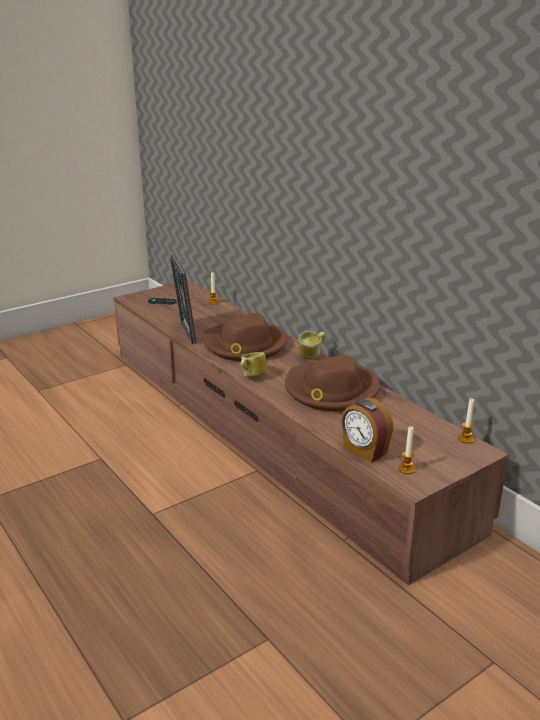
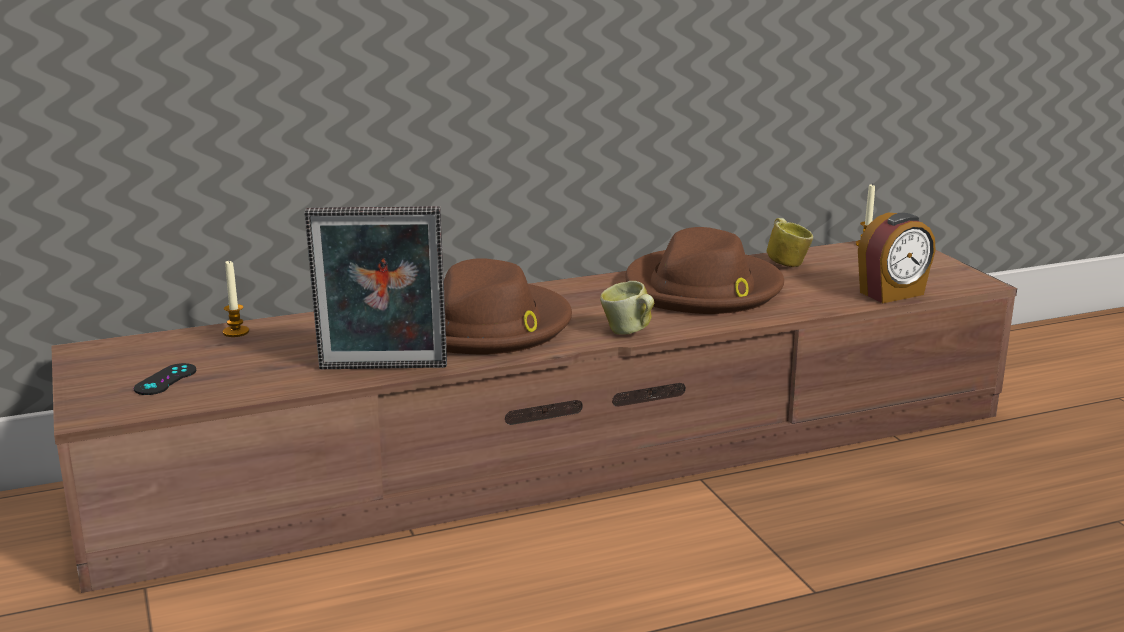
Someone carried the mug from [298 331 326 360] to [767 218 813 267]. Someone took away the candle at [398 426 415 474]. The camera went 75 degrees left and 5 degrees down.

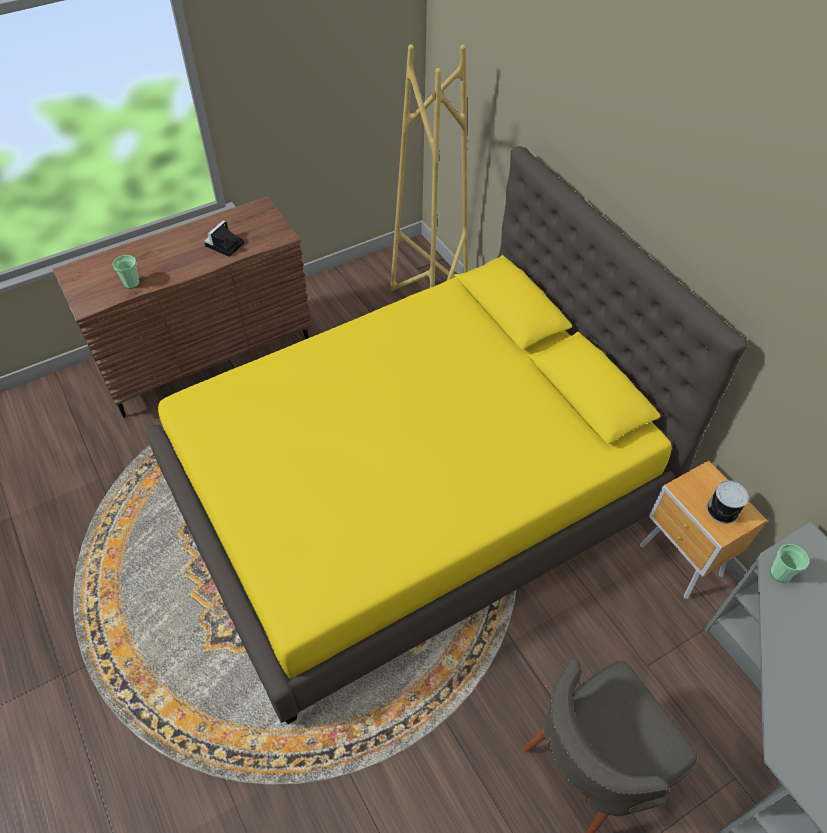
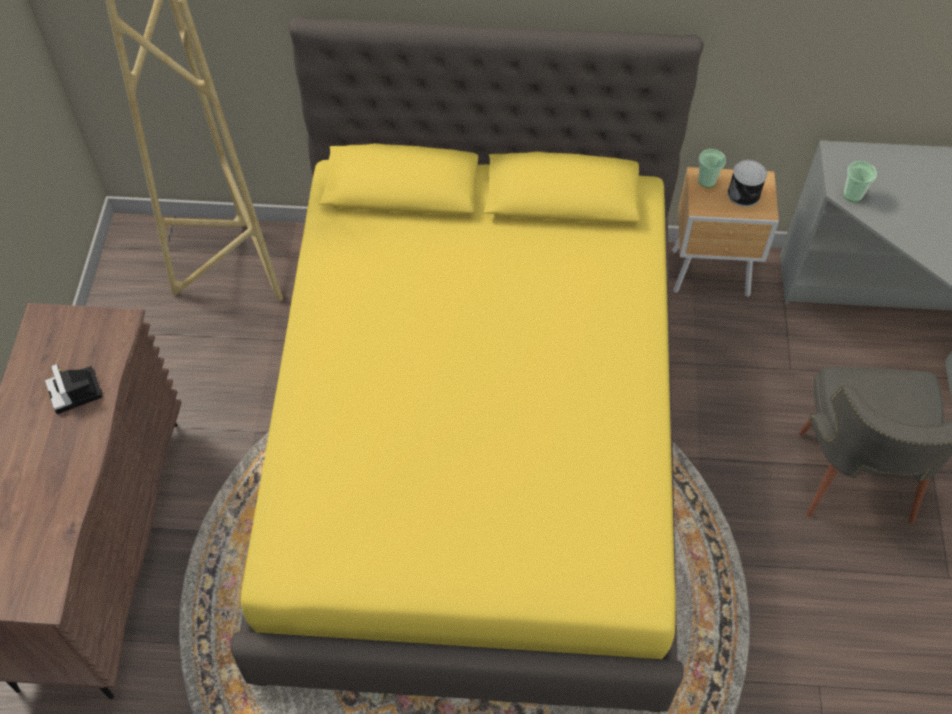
Someone carried the cup from [112 255 140 289] to [698 149 726 188]. The camera went 55 degrees left and 5 degrees up.

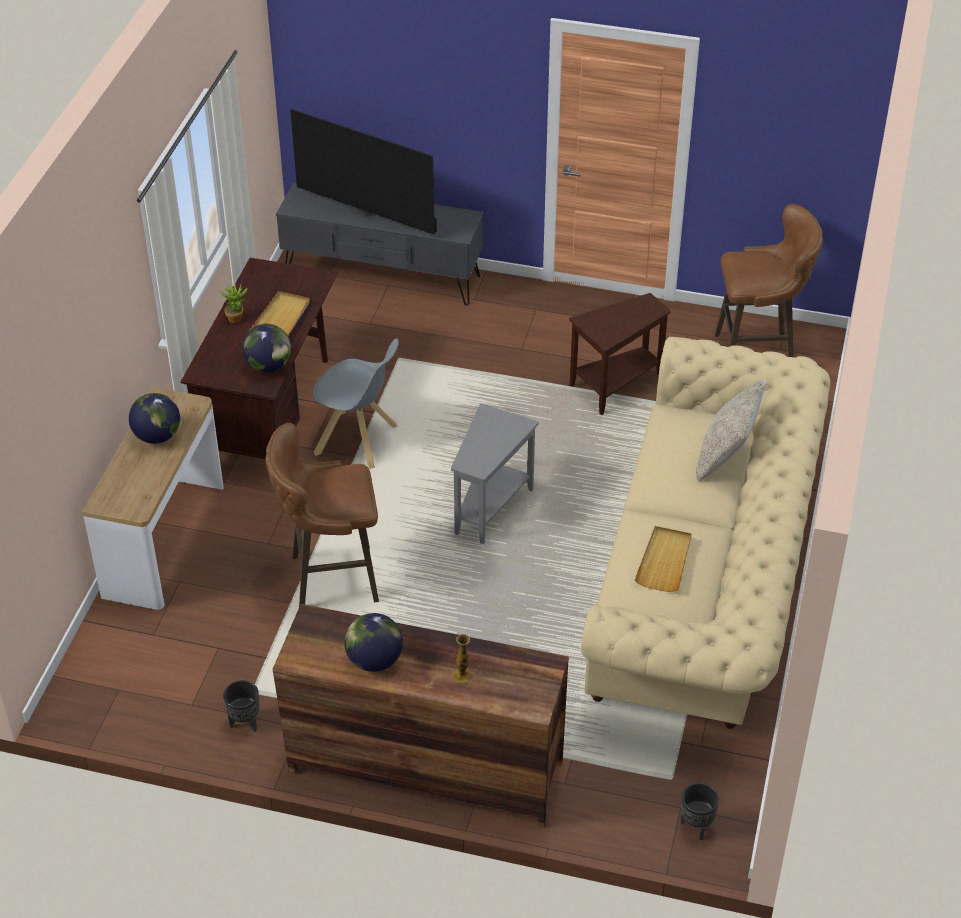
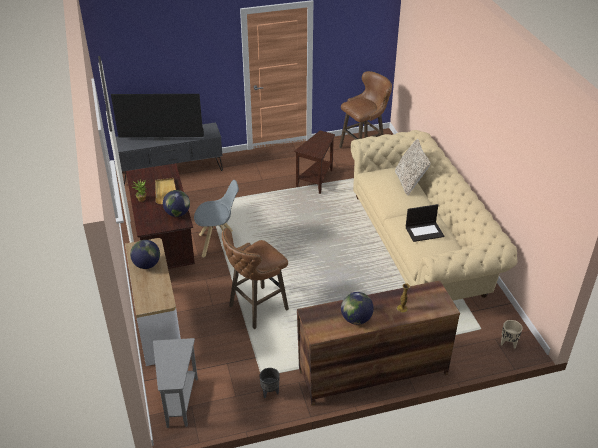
Someone carried the side table/grey from [451 403 539 544] to [153 338 198 428]. Someone swapped the tray/beige at [635 526 692 592] for the laptop at [406 204 444 242]. Someone repainted the planter/black at [681 783 719 840], which became the planter/beige at [501 320 523 349]. The camera went 30 degrees left and 5 degrees down.

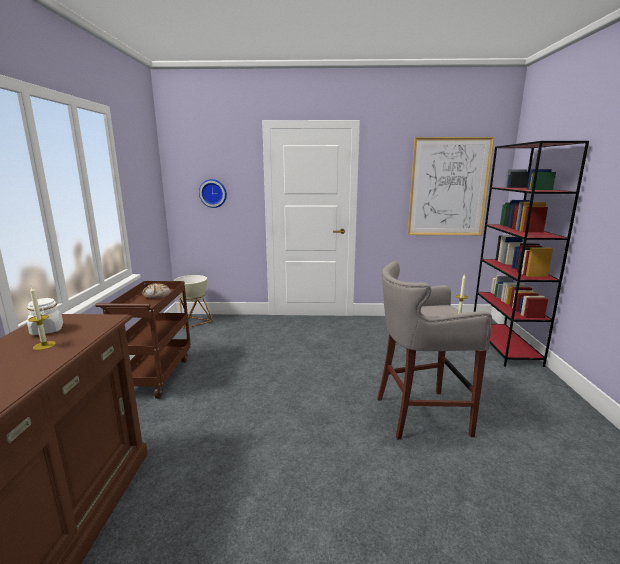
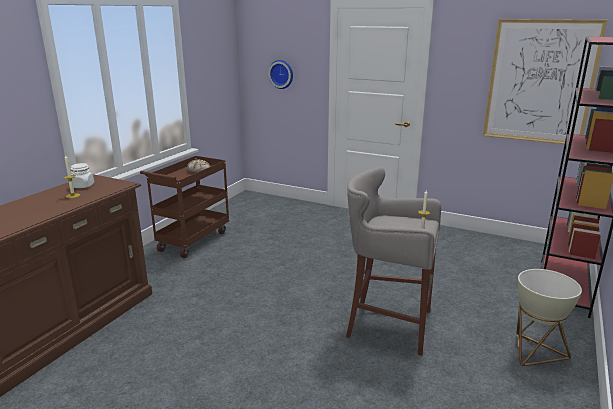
Someone carried the planter from [174 275 213 329] to [517 269 582 366]. The camera went 25 degrees right and 5 degrees up.

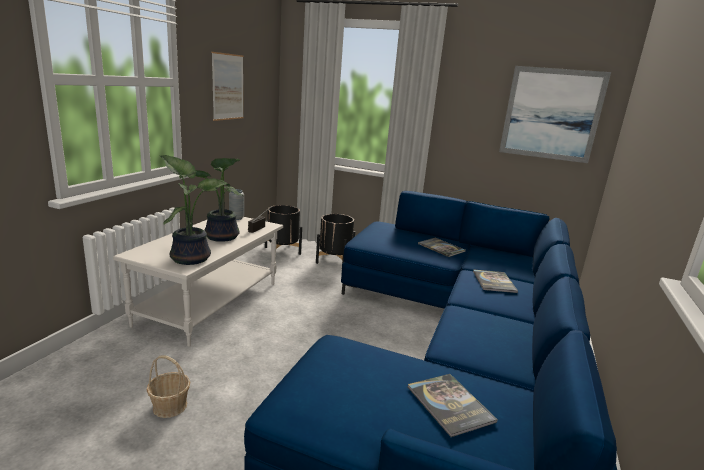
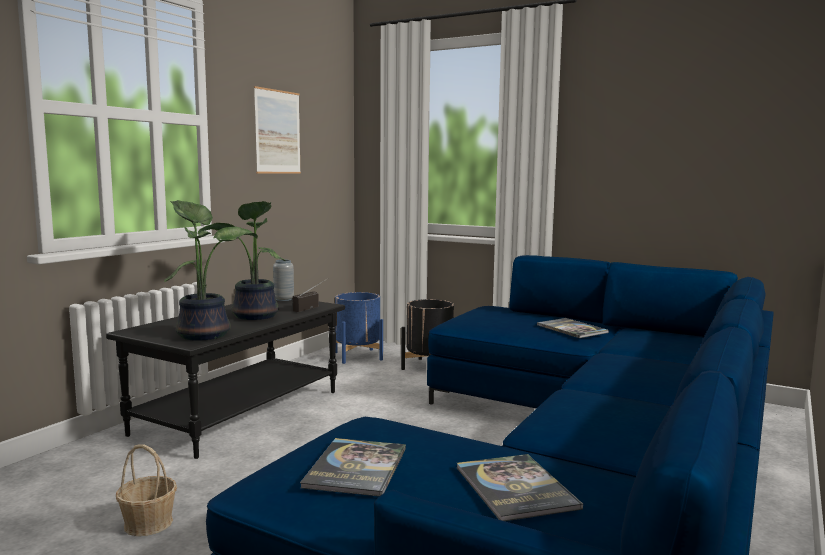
Someone repainted the coffee table/white at [113 217 283 347], which became the coffee table/black at [106 298 345 459]. Someone repainted the planter/black at [265 205 302 255], which became the planter/blue at [335 292 383 364]. Someone carried the book from [473 269 518 293] to [300 438 406 497]. Someone took away the picture at [499 66 611 163]. The camera went 10 degrees right and 10 degrees down.

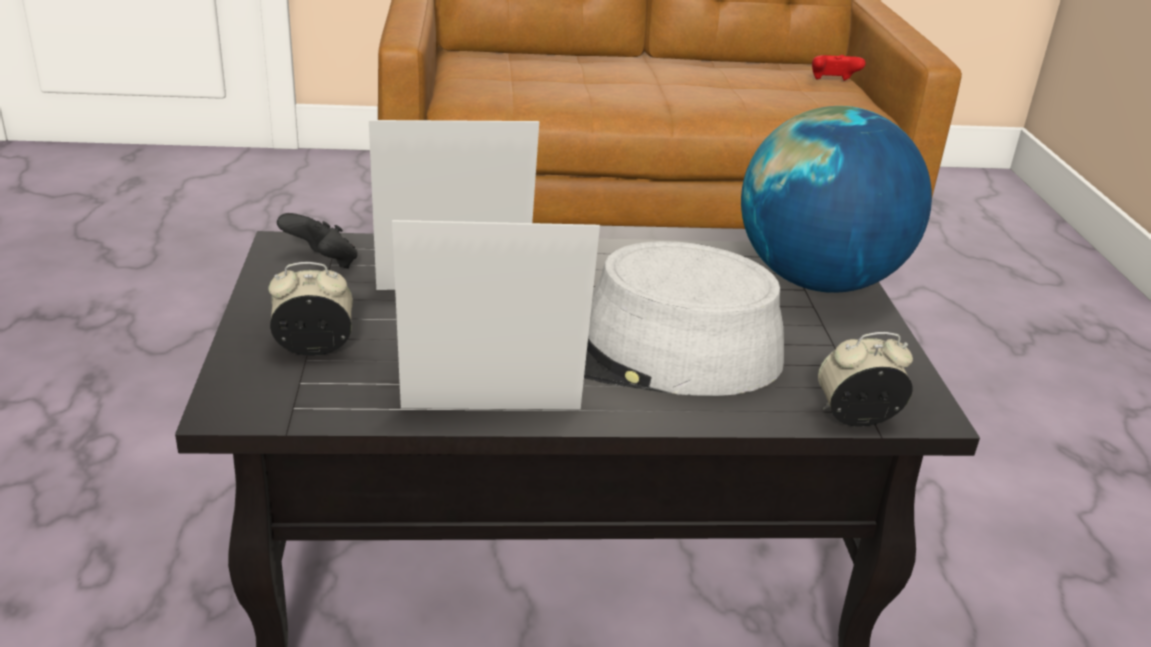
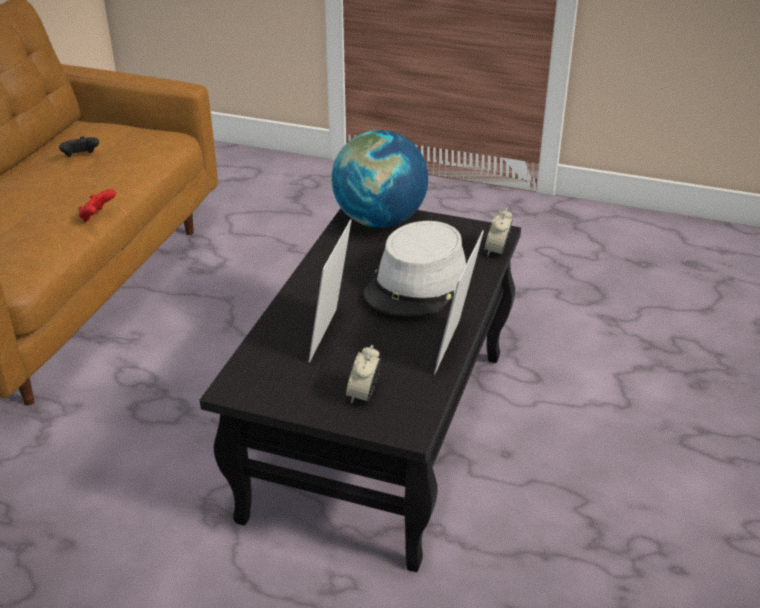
Someone carried the game controller/black from [277 213 357 269] to [59 137 99 157]. Someone carried the game controller/red from [812 55 866 81] to [78 189 116 222]. The camera went 65 degrees left and 5 degrees up.

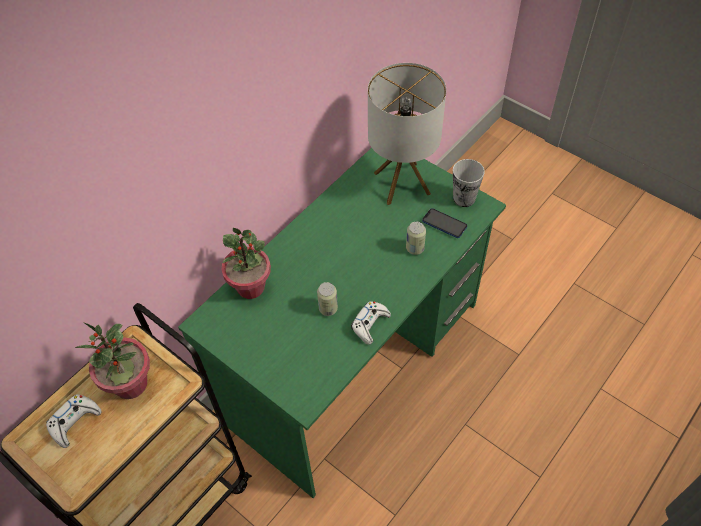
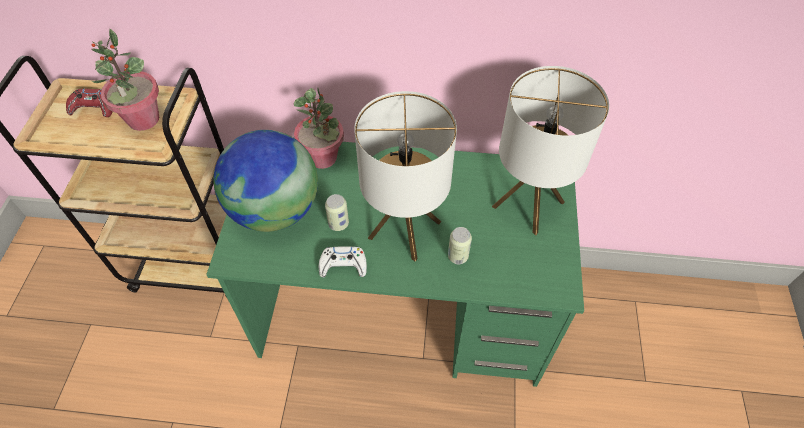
Someone repainted the game controller/white at [46 394 102 448], which became the game controller/red at [66 89 112 117]. Someone took away the phone at [422 208 467 238]. Someone took away the cup at [453 159 485 207]. Someone put down the globe at [213 130 318 232]. Someone put down the table lamp at [354 91 457 261]. The camera went 55 degrees right and 0 degrees up.

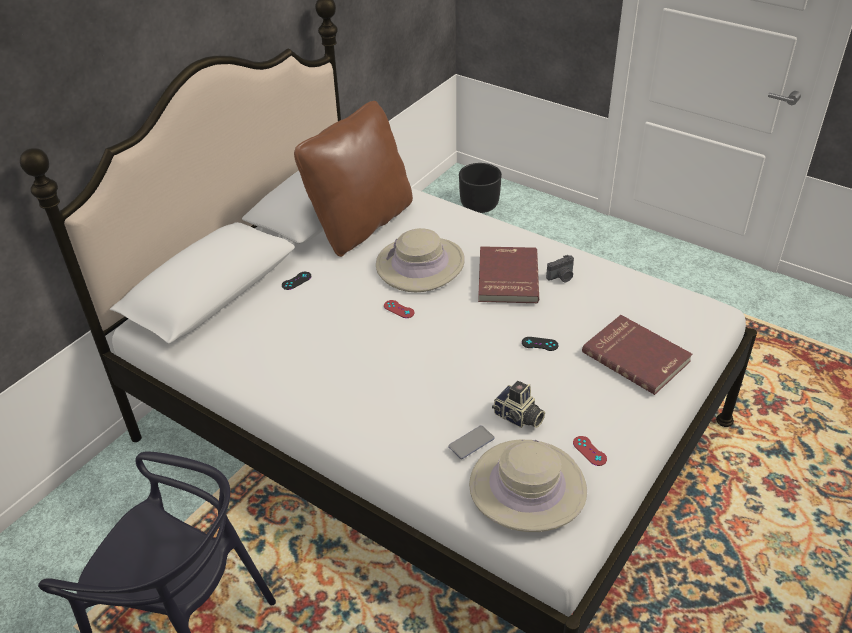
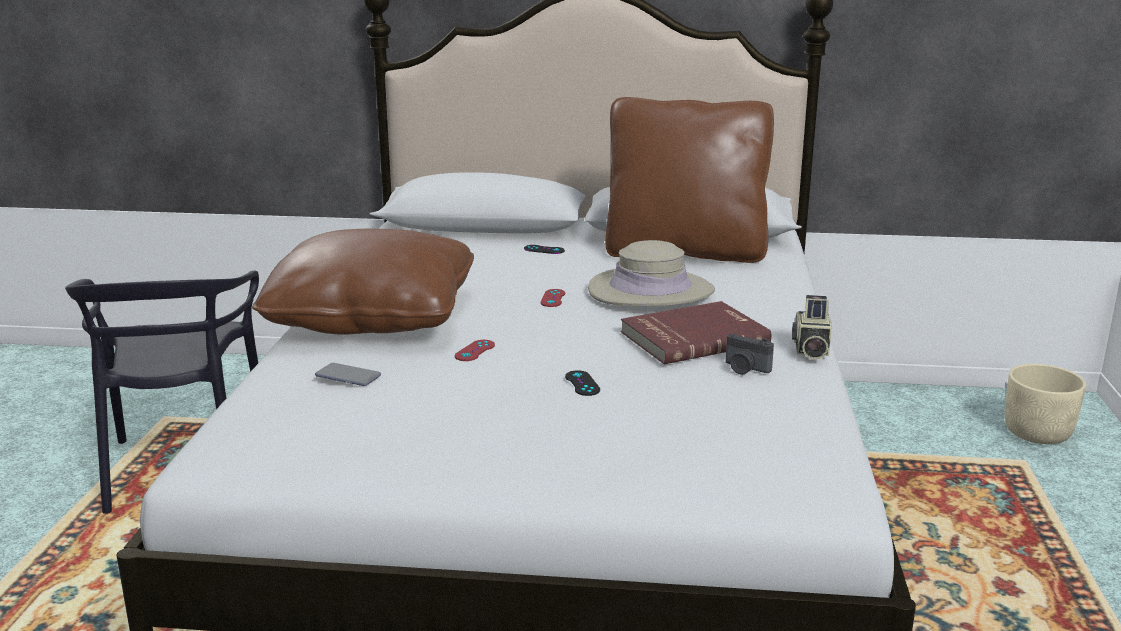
Someone repainted the planter/black at [459 163 502 213], which became the planter/beige at [1005 364 1086 444]. Someone took away the hat/beige at [469 439 587 532]. Someone carried the photo camera from [492 381 545 428] to [792 295 832 359]. Someone carried the game controller/red from [573 436 607 466] to [455 340 495 361]. Someone took away the book/red at [582 315 693 395]. Someone put down the pillow/brown at [252 229 474 335]. The camera went 60 degrees right and 20 degrees down.

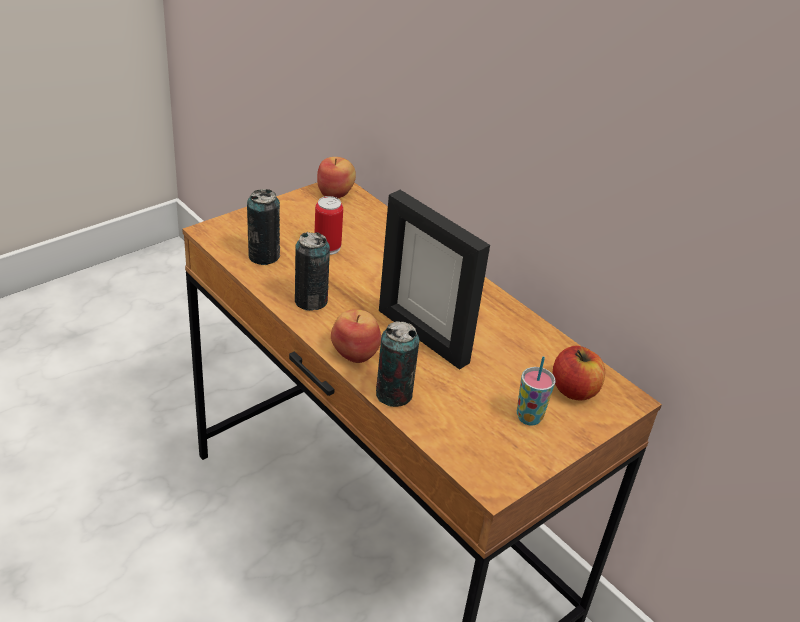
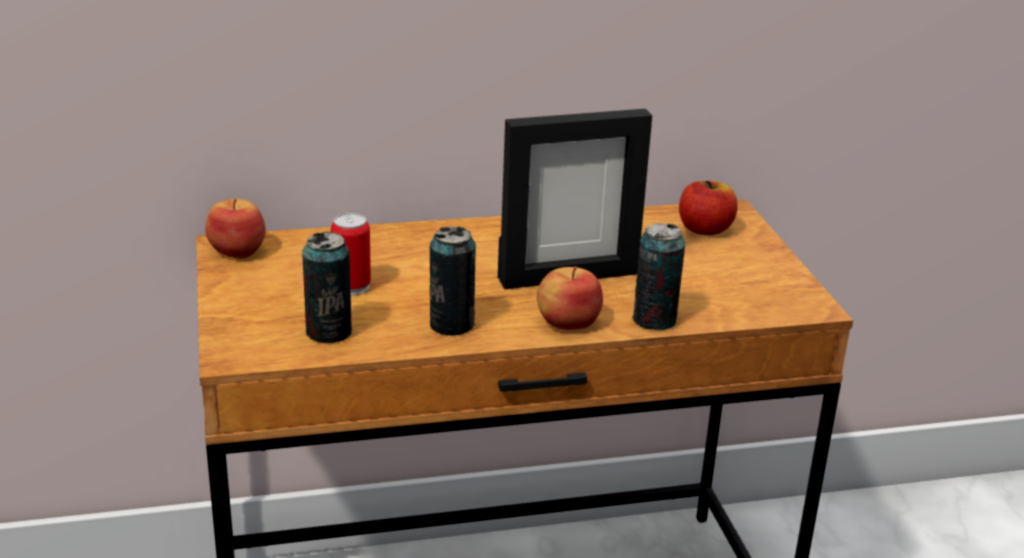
Someone took away the cup at [517 357 556 426]. The camera went 60 degrees left and 10 degrees down.

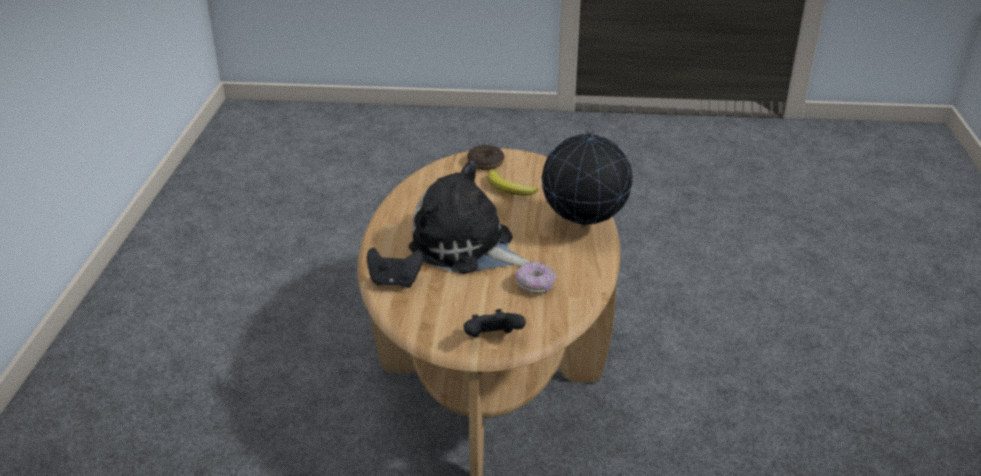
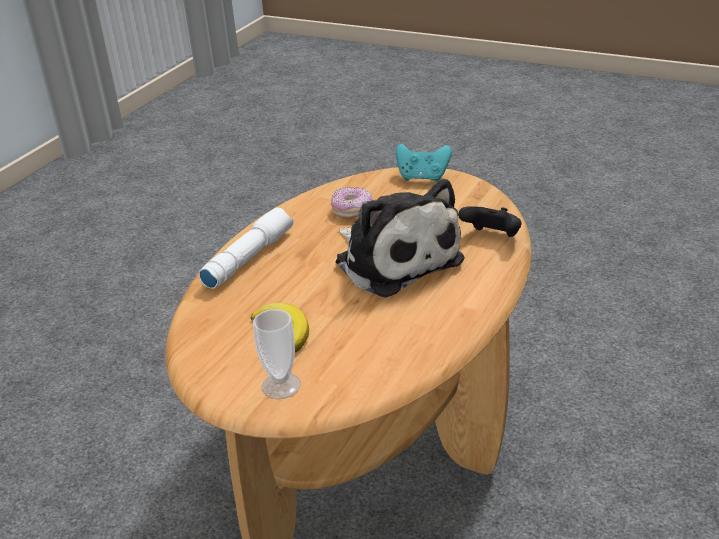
Someone repainted the game controller/black at [464 309 526 337], which became the game controller/turquoise at [396 144 452 182]. Someone swapped the donut at [467 145 504 170] for the cup at [253 309 301 399]. Someone swapped the globe at [541 128 633 228] for the flashlight/white at [199 208 293 289]. The camera went 155 degrees left and 0 degrees up.

